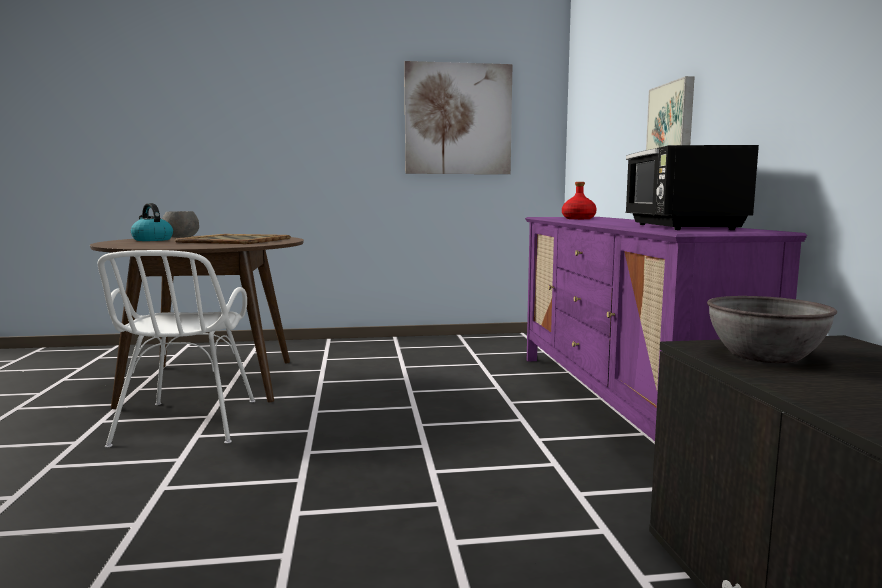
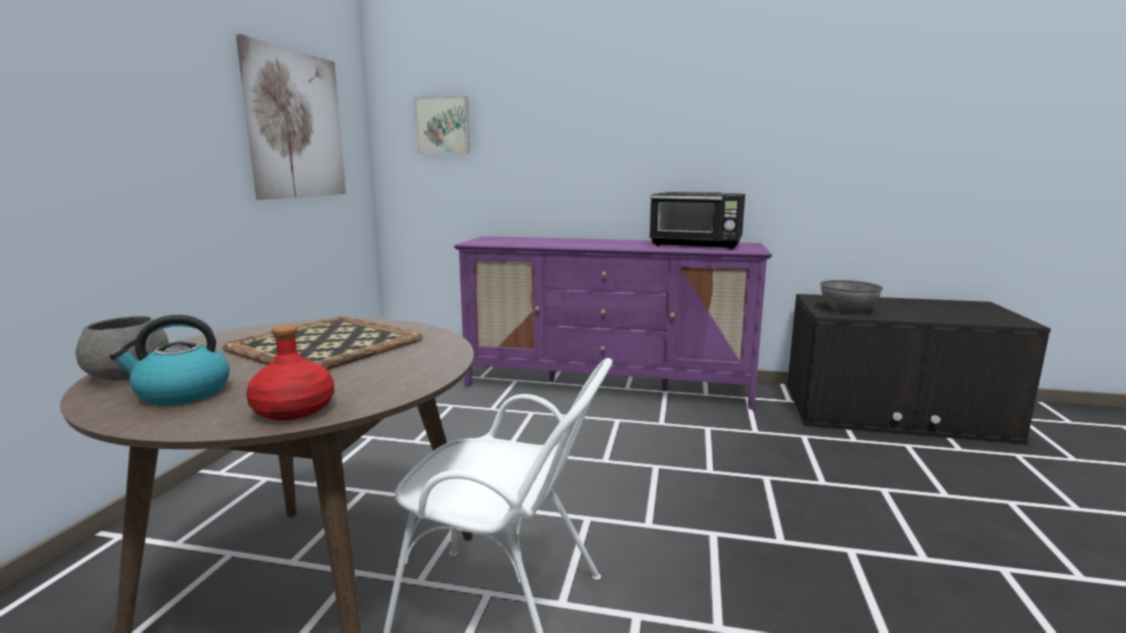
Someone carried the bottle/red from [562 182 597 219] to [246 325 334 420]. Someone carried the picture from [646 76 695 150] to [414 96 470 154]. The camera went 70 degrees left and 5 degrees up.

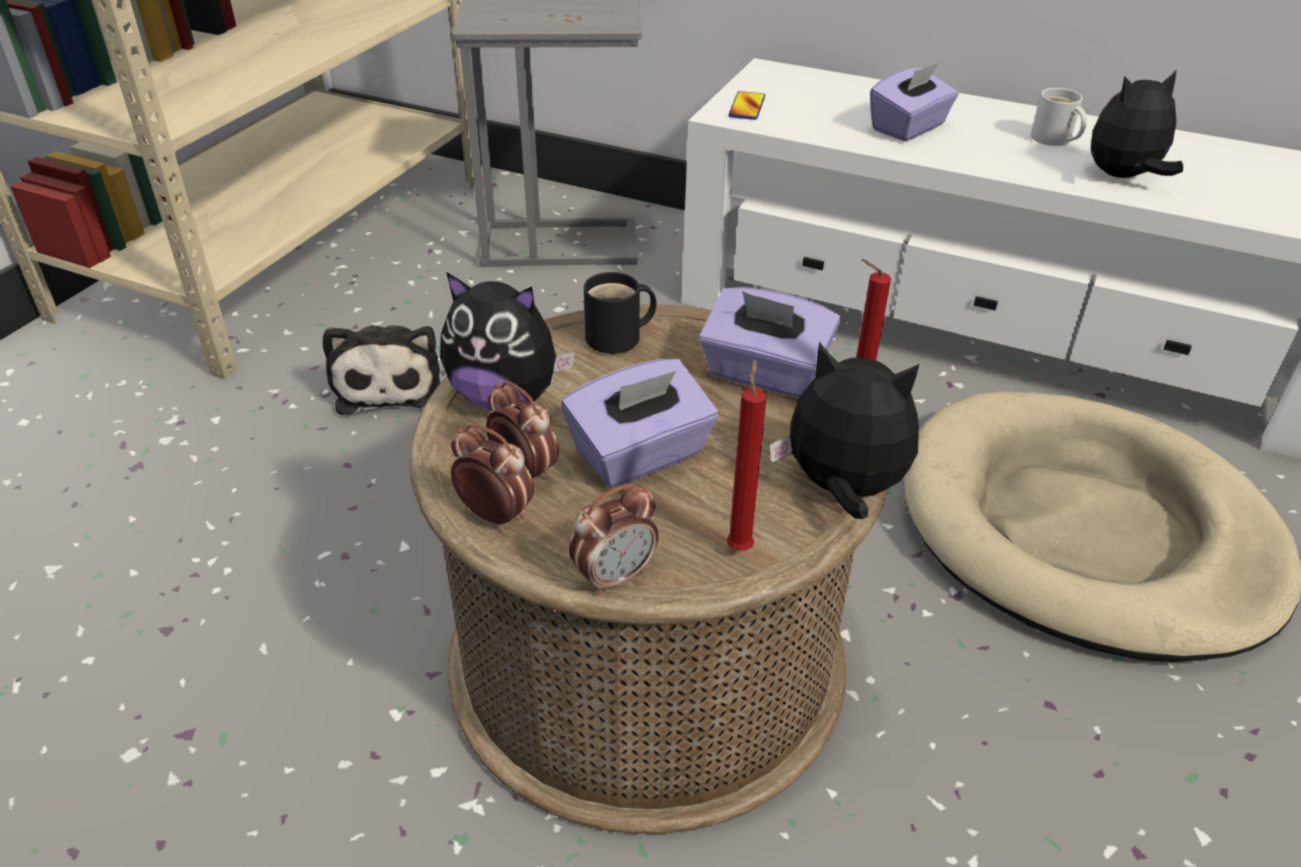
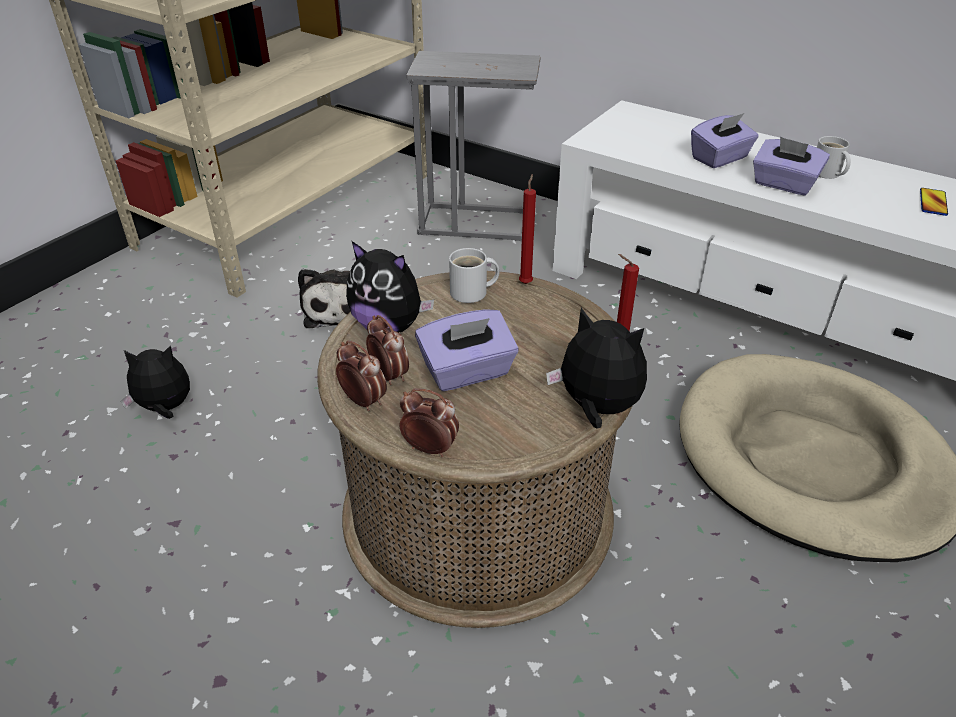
Someone rotated the alarm clock at [569 483 659 596] by 135 degrees counterclockwise. Someone repainted the mug/black at [584 272 657 354], which became the mug/white at [449 248 500 303]. Someone carried the tissue box/purple from [699 287 840 398] to [753 137 830 196]. Someone carried the candle/red from [727 359 767 551] to [519 174 536 284]. Someone carried the phone from [728 91 765 120] to [920 188 948 216]. Someone carried the plush toy from [1091 69 1183 178] to [121 345 190 419]. The camera went 10 degrees right and 0 degrees up.

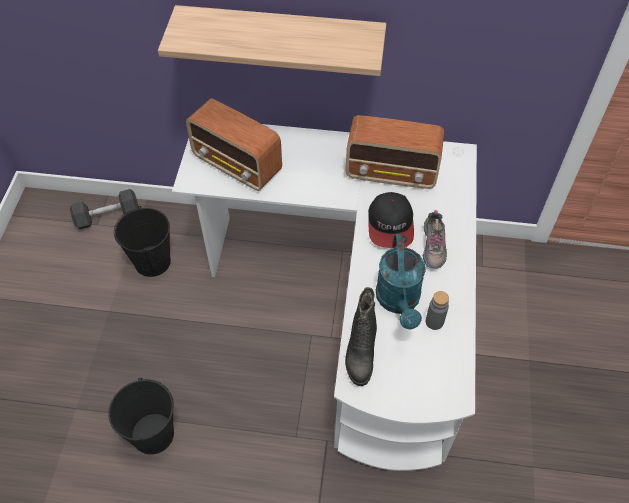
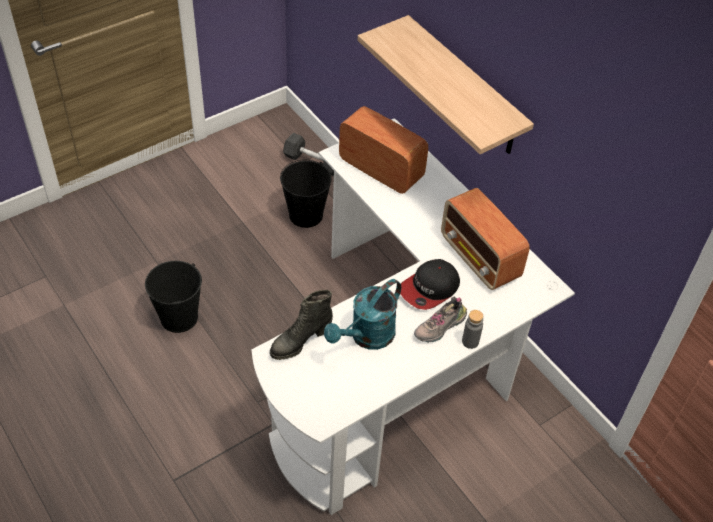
Someone rotated the radio at [186 98 282 191] by 135 degrees clockwise. Someone carried the bottle/grey from [426 291 449 330] to [462 310 483 349]. The camera went 45 degrees right and 5 degrees down.

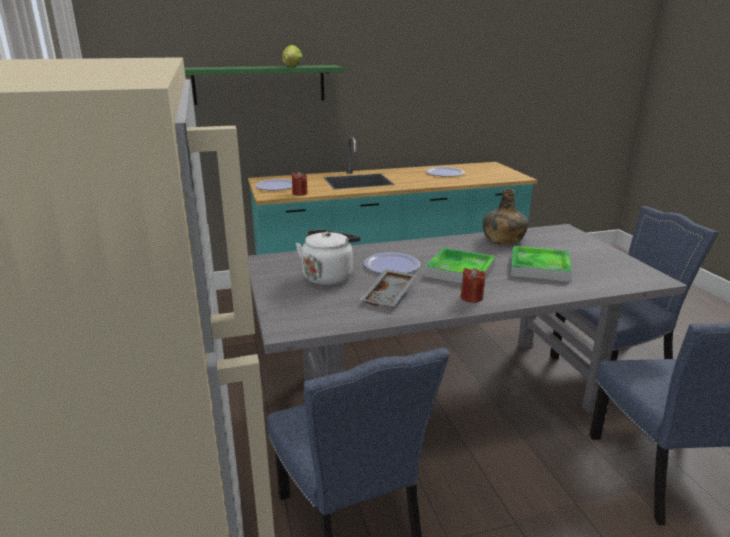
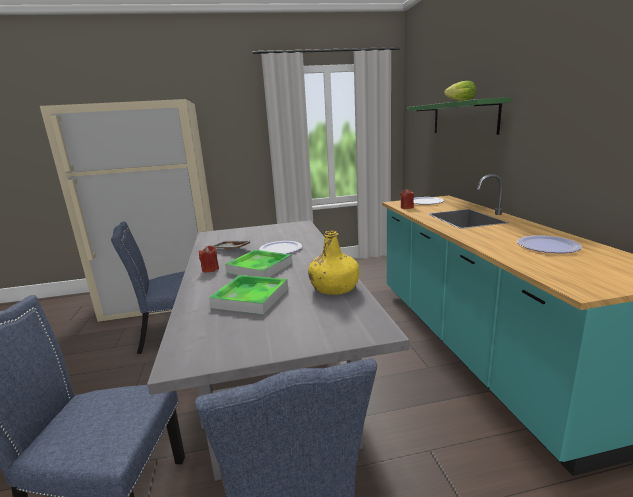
Someone took away the kettle/white at [295 229 360 285]. Someone repainted the bottle/green at [483 189 528 244], which became the bottle/yellow at [308 231 359 295]. The camera went 95 degrees right and 5 degrees down.

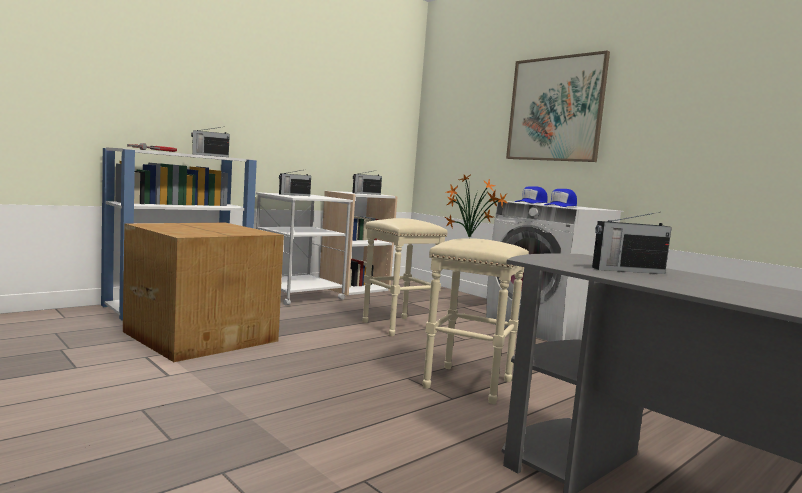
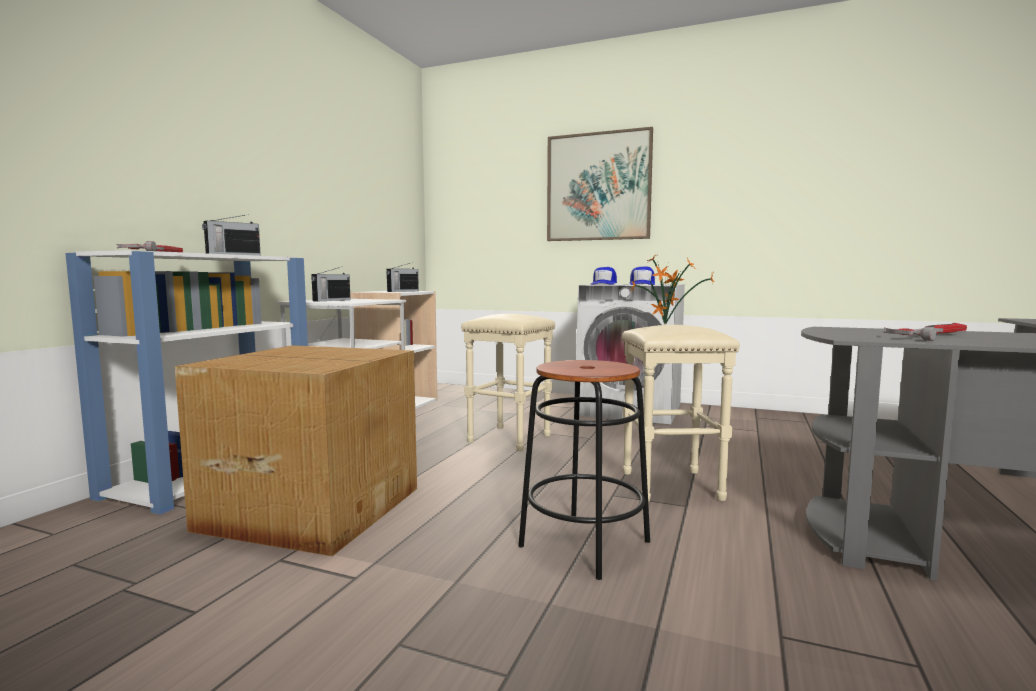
Someone swapped the radio at [592 212 672 274] for the hammer at [884 323 967 341]. Someone put down the stool/black at [518 360 650 580]. The camera went 25 degrees left and 0 degrees up.

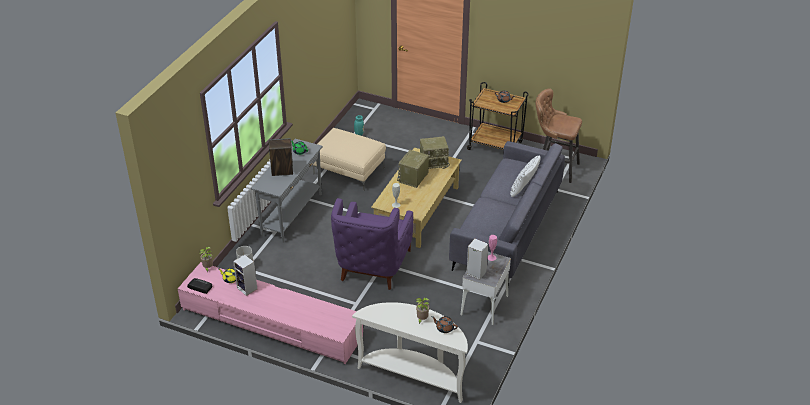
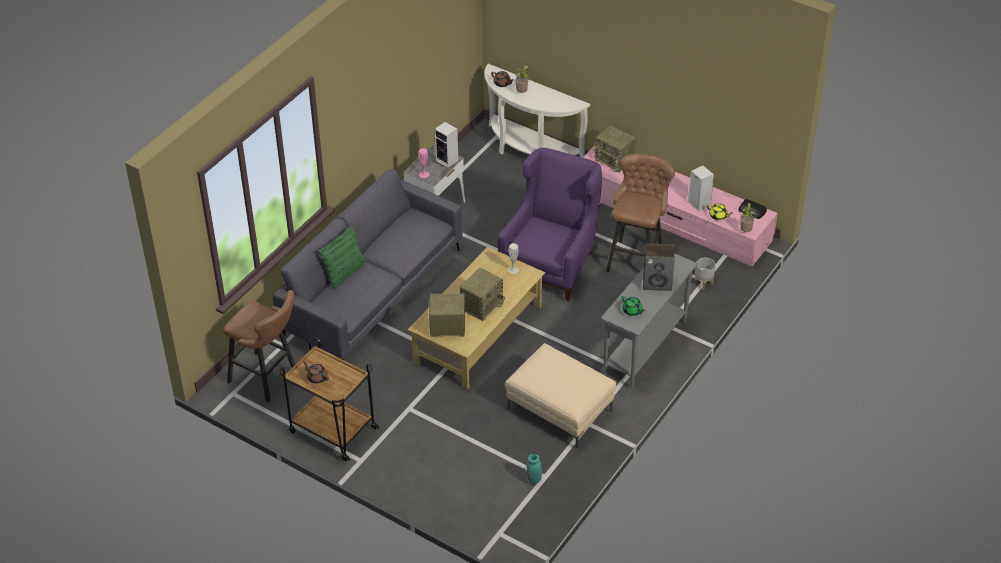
Someone repainted the pillow/white at [510 155 541 197], which became the pillow/green at [319 227 366 288]. Someone put down the radio at [594 125 635 172]. Someone put down the stool/brown at [606 153 675 272]. The camera went 170 degrees left and 5 degrees up.

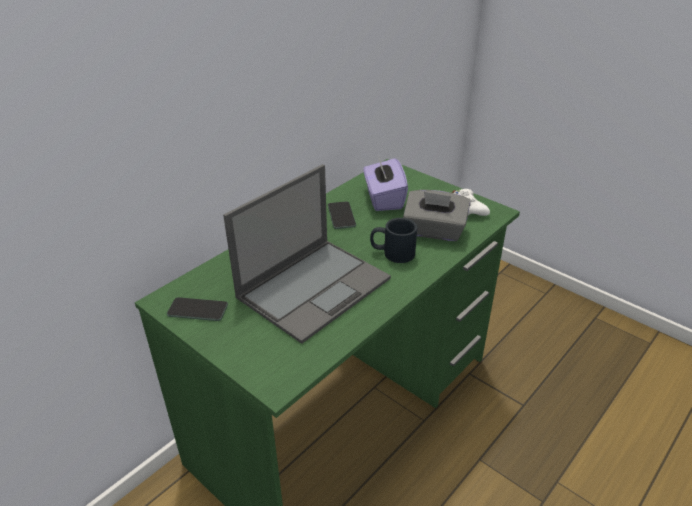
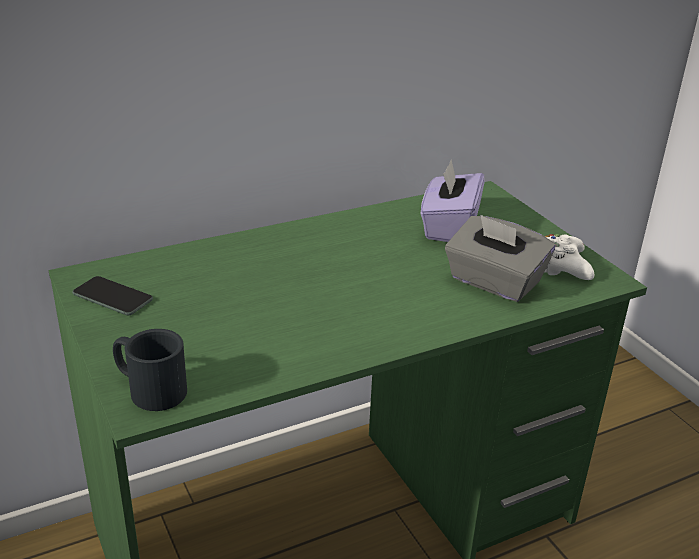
Someone took away the laptop at [223 164 391 344]. Someone took away the phone at [328 202 356 229]. Someone carried the mug/black from [370 218 417 263] to [113 329 187 411]. The camera went 20 degrees right and 5 degrees down.

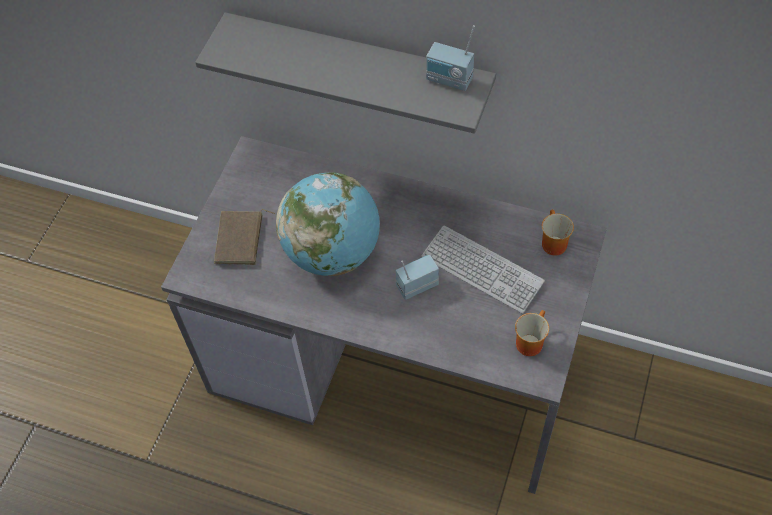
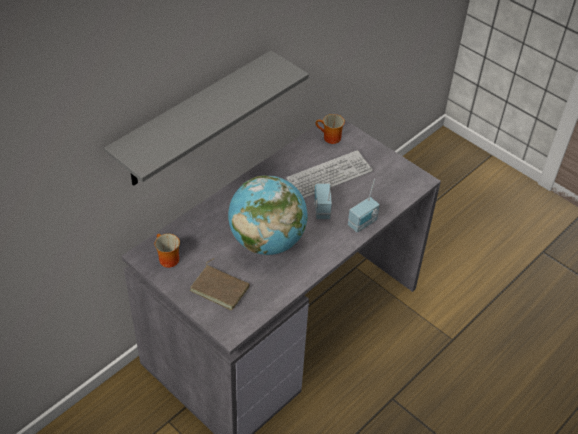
Someone carried the radio from [426 25 475 91] to [348 179 380 233]. Someone carried the mug from [515 310 549 356] to [155 234 180 268]. The camera went 70 degrees left and 10 degrees down.

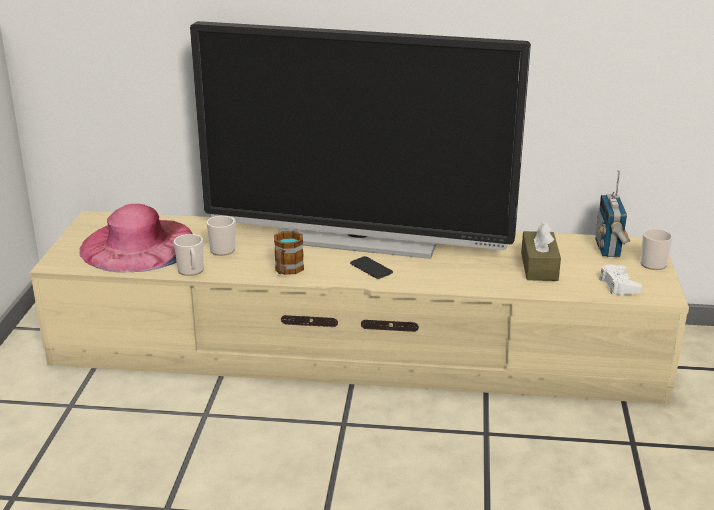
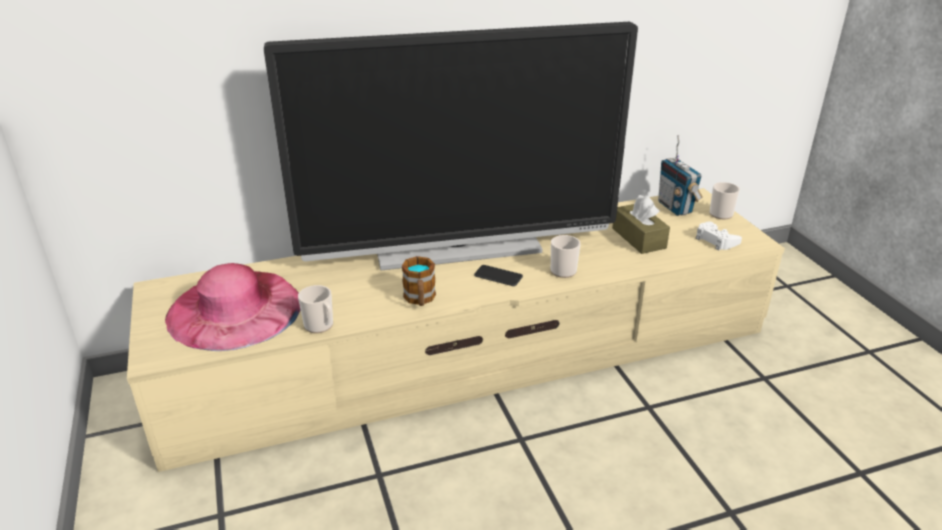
Someone carried the mug from [207 216 236 256] to [551 235 581 278]. The camera went 25 degrees left and 5 degrees up.

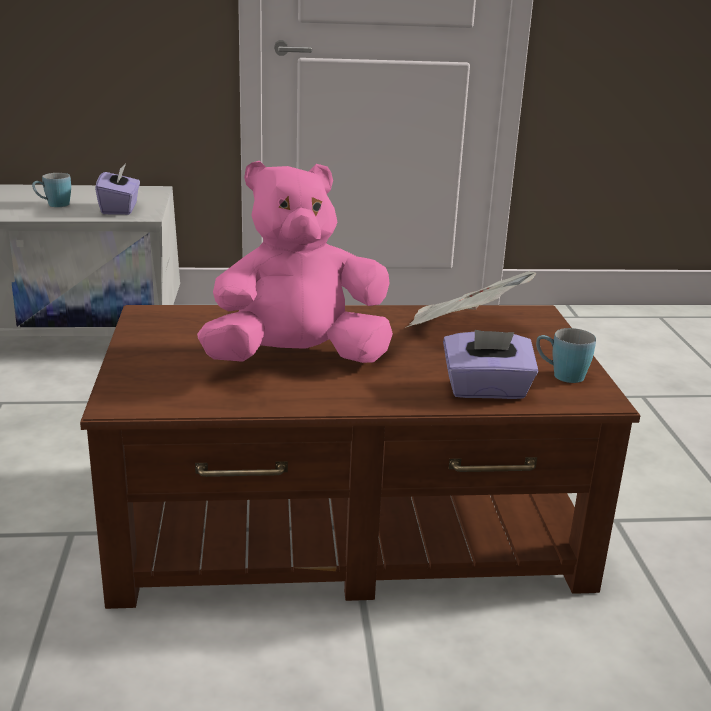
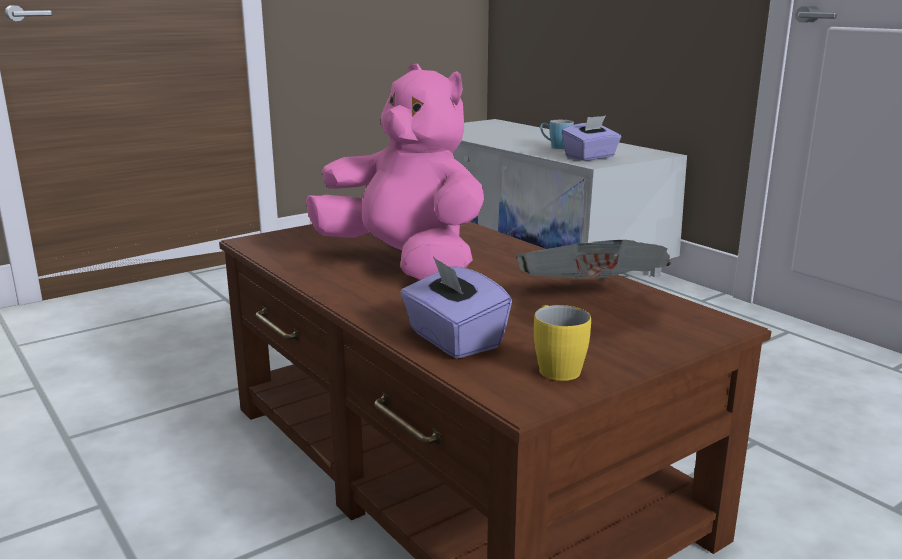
Someone repainted the mug/blue at [536 328 596 383], which became the mug/yellow at [534 305 591 381]. The camera went 60 degrees right and 5 degrees down.

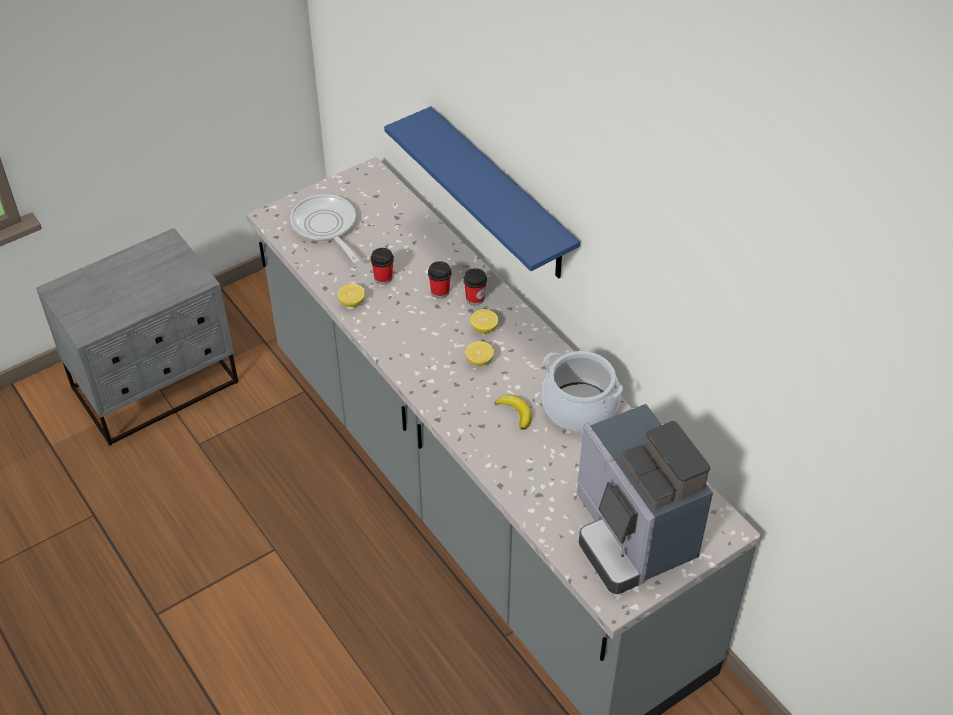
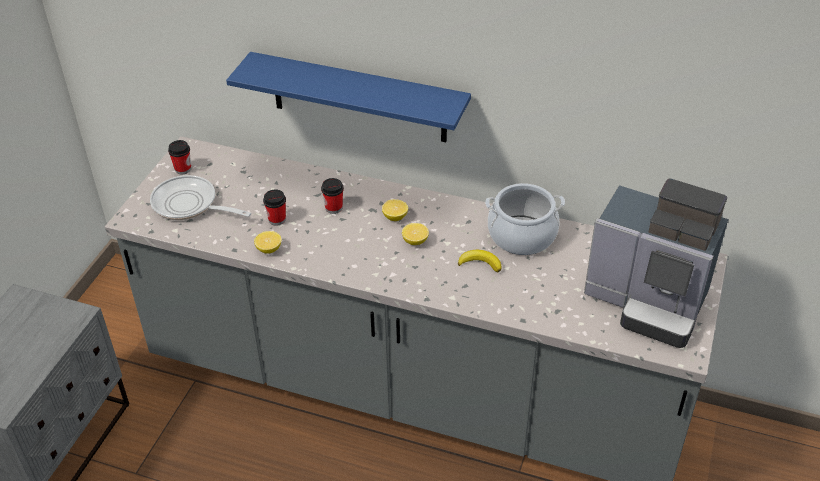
Someone carried the cup from [463 268 487 305] to [168 140 191 174]. The camera went 35 degrees left and 5 degrees down.

